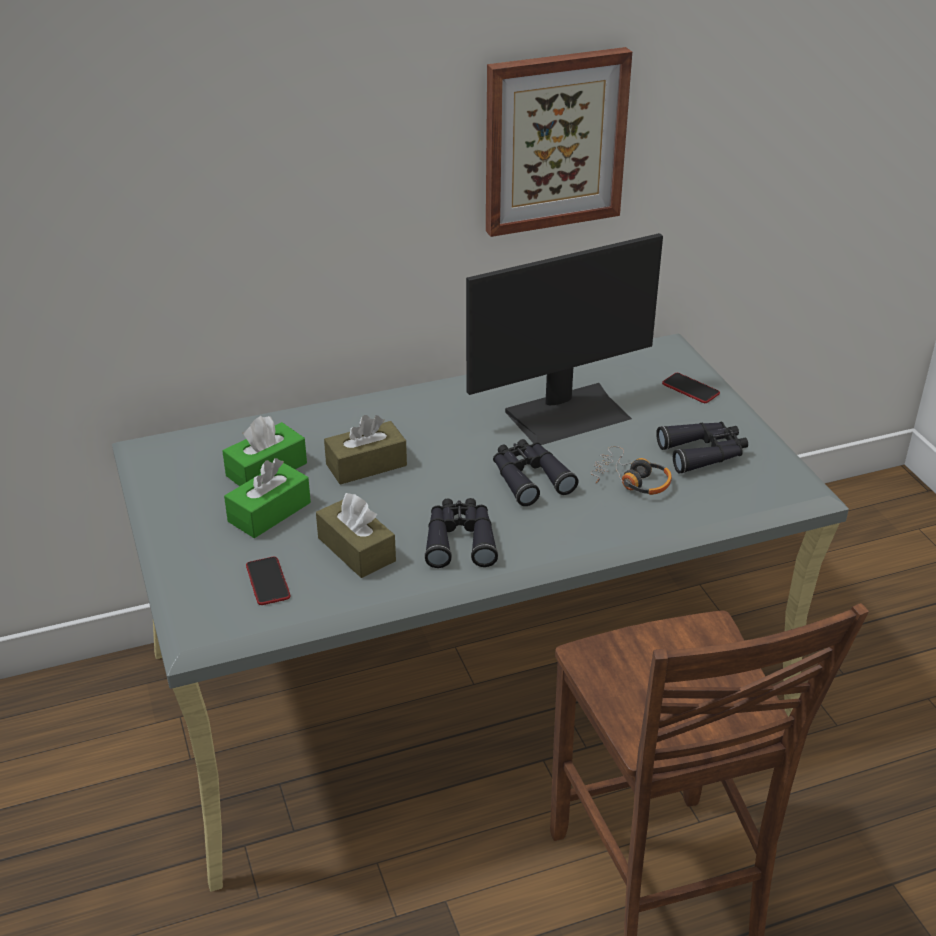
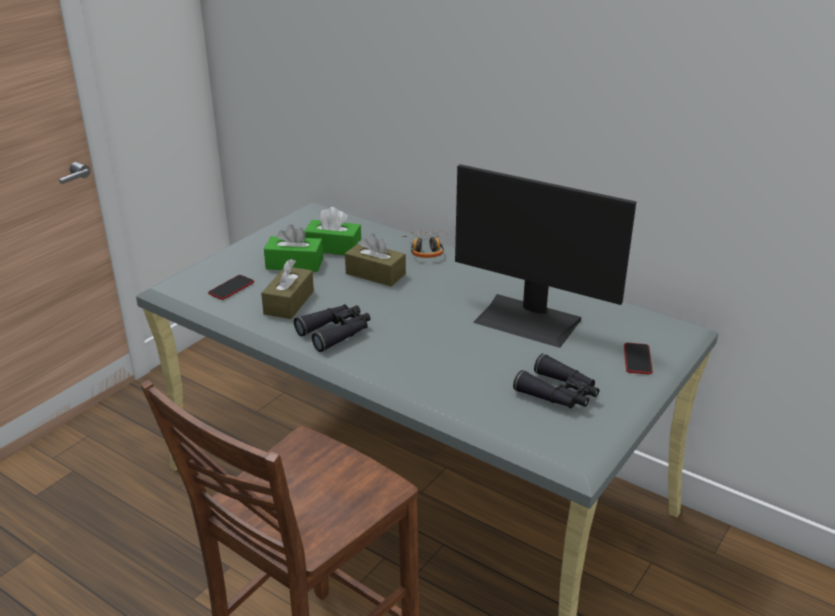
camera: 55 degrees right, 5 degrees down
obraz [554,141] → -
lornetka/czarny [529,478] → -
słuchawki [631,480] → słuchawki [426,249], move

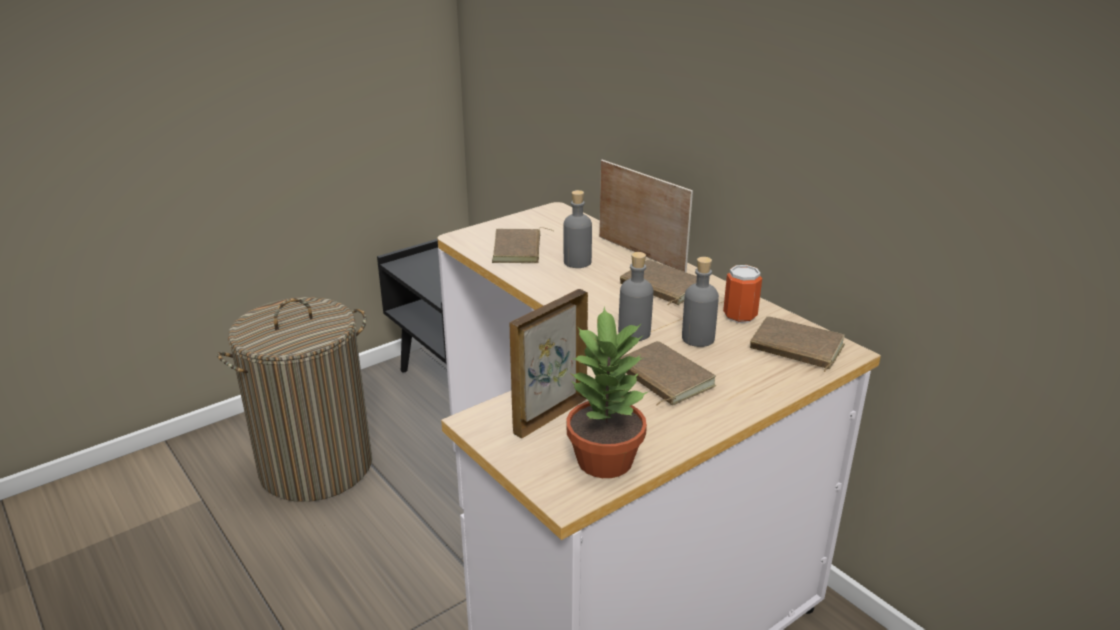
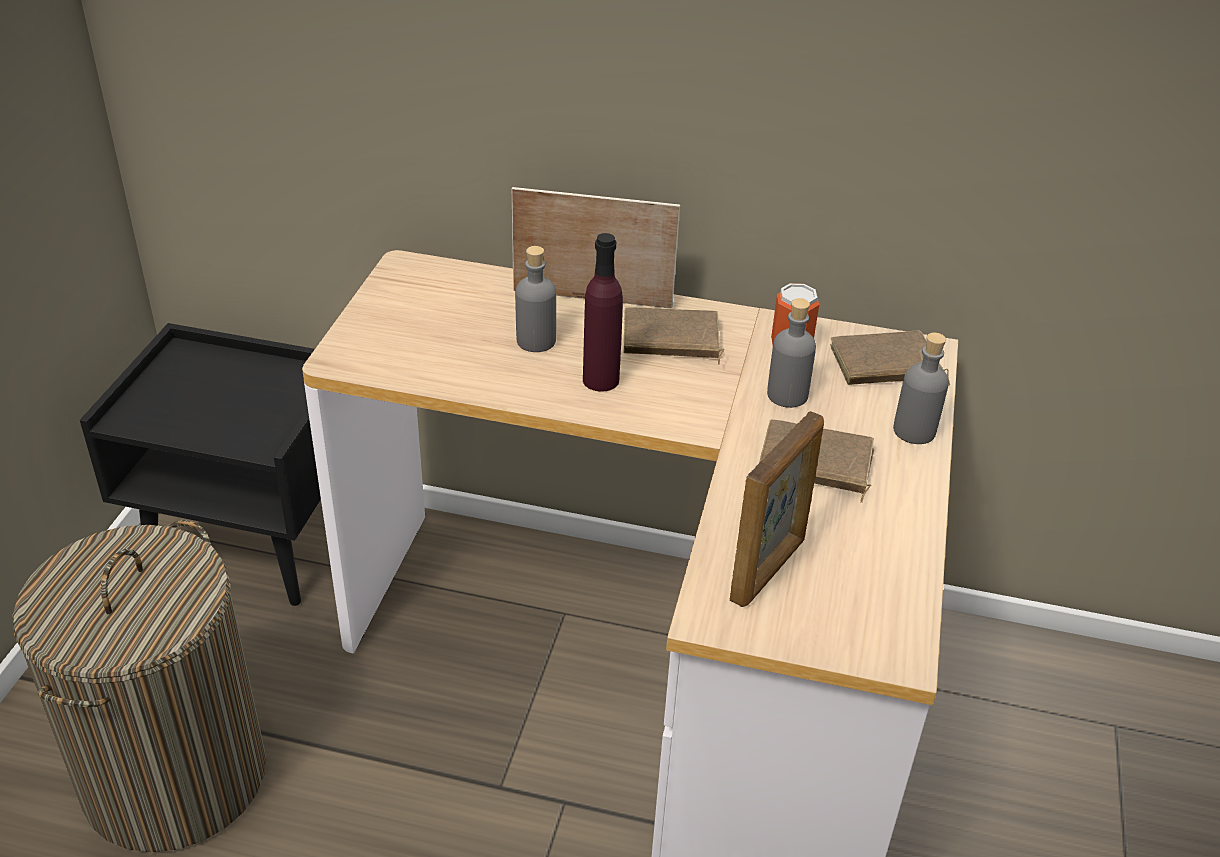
camera: 40 degrees left, 10 degrees up
książka/brązowy [519,250] → -
butelka/szary [634,333] → butelka/szary [914,431], move
ramka na zdjęcie [549,415] → ramka na zdjęcie [768,570], 150 degrees counterclockwise
roślina doniczkowa [606,460] → -
- → butelka/fioletowy [601,380]

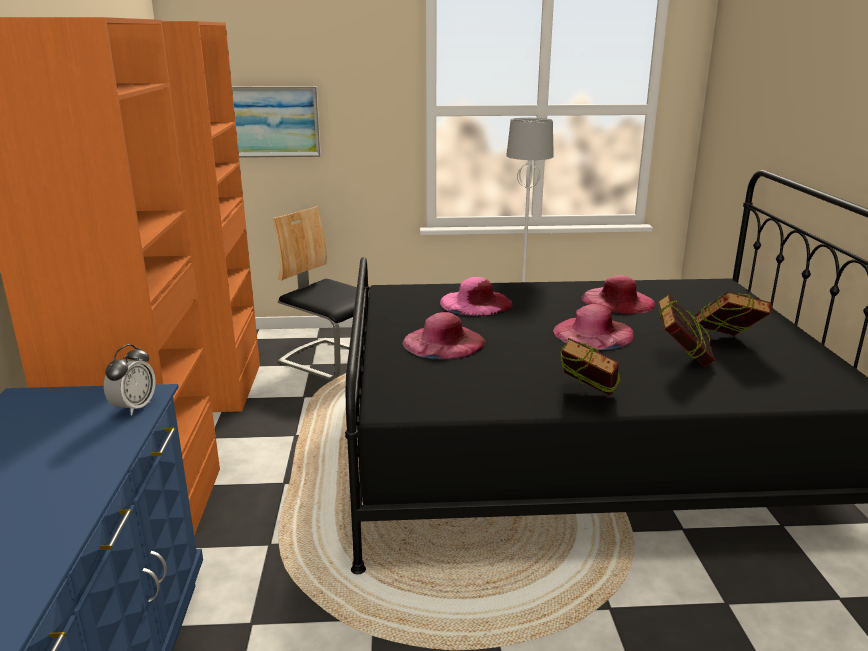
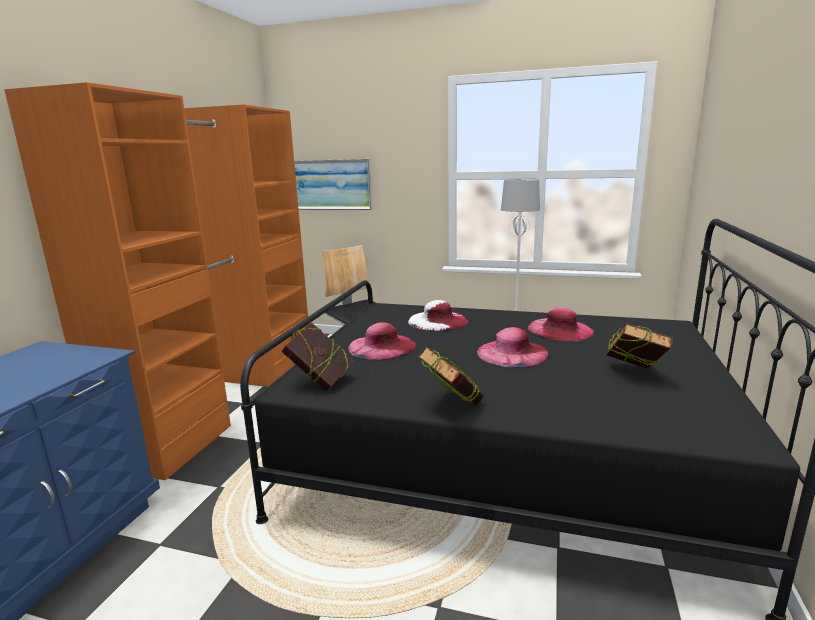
camera: 20 degrees right, 5 degrees down
kapelusz/różowy [476,303] → kapelusz/biały [437,321]
książka [681,359] → książka [320,382], move
budzik [134,407] → -

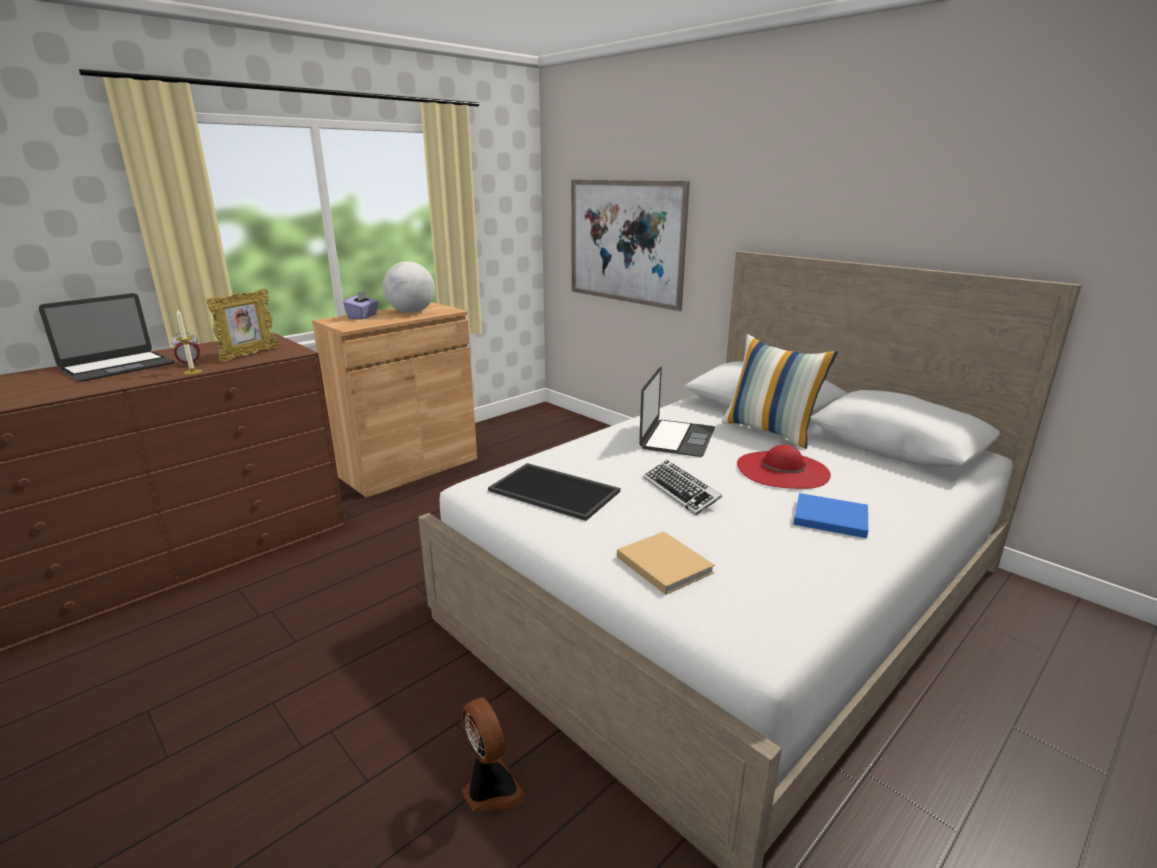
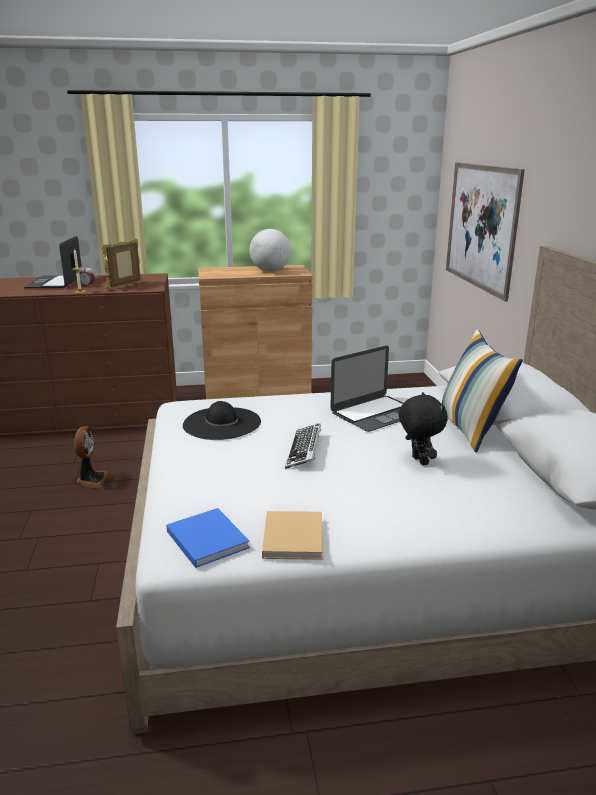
camera: 35 degrees right, 0 degrees up
ramka na zdjęcie [249,355] → ramka na zdjęcie [125,286], 150 degrees clockwise
pudełko chusteczek/fioletowy [363,316] → -
laptop [118,366] → laptop [54,282], 105 degrees clockwise
kapelusz/czerwony [782,470] → pluszak/czarny [418,461]
taca [556,491] → kapelusz/czarny [222,423]
książka/niebieski [828,517] → książka/niebieski [206,538], move
książka/beżowy [662,563] → książka/beżowy [293,536], move
wentylator [490,789] → wentylator [91,480], move

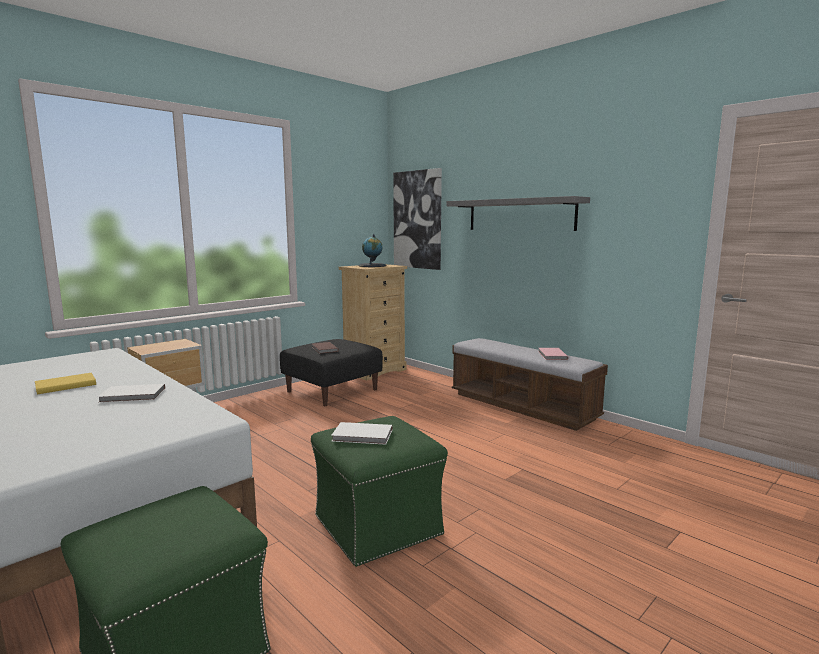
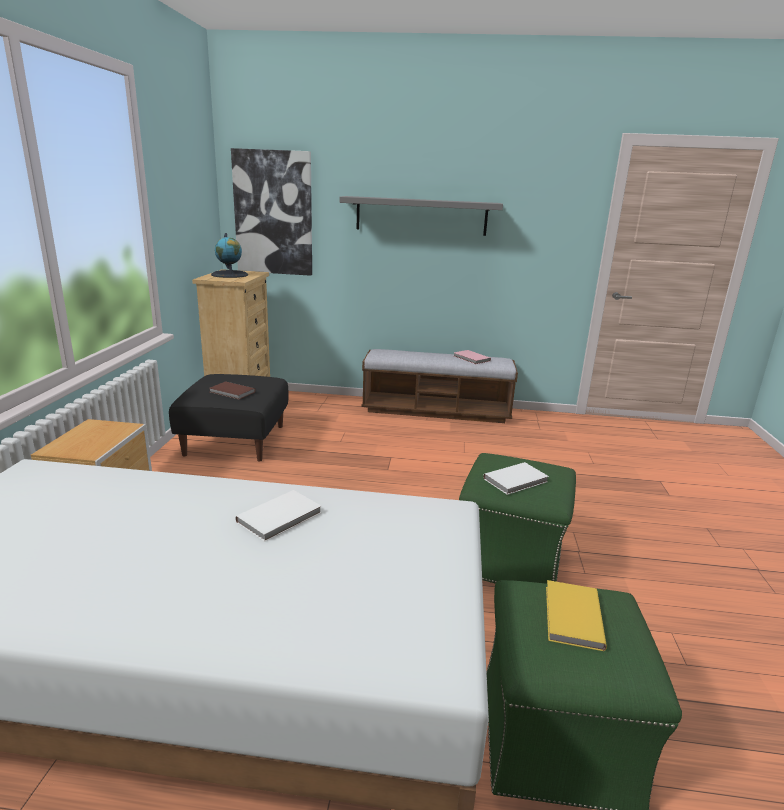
camera: 40 degrees left, 10 degrees up
książka/żółty [65,385] → książka/żółty [571,617], move

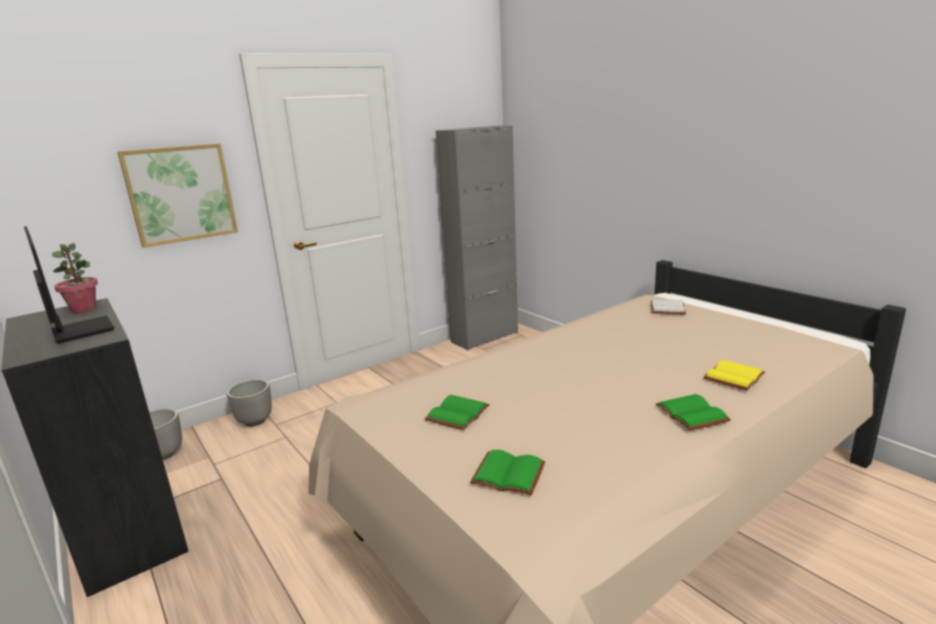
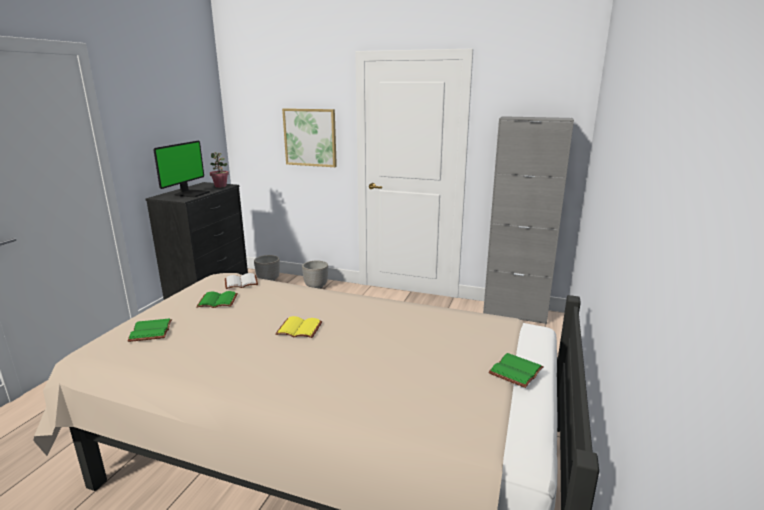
camera: 55 degrees right, 0 degrees up
książka/biały [666,308] → książka/biały [241,282], move
książka/żółty [732,376] → książka/żółty [300,328], move
książka/zielony [693,414] → książka/zielony [517,372], move

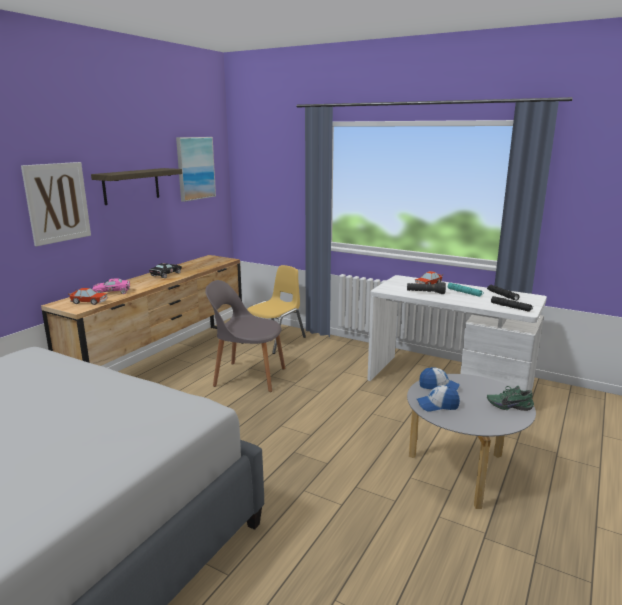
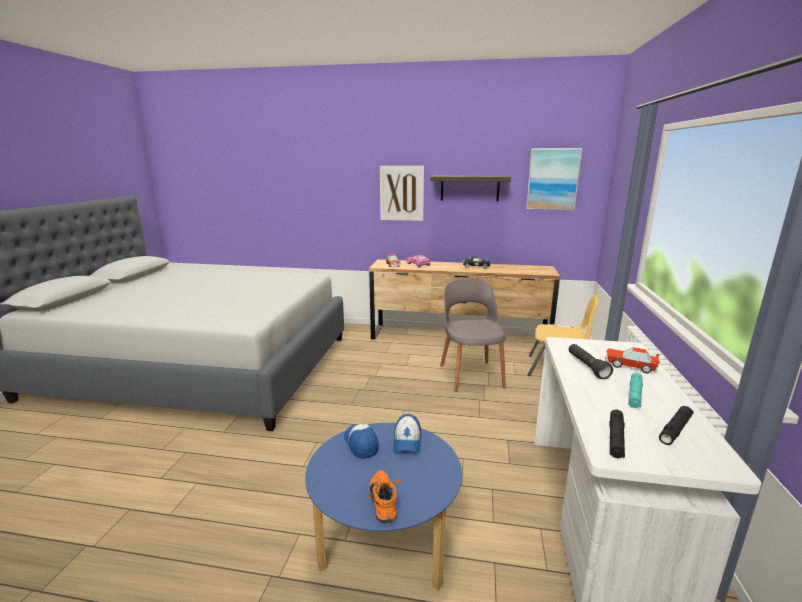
camera: 70 degrees right, 0 degrees up
ława/szary [461,471] → ława/niebieski [385,547]
but/zielony [509,406] → but/pomarańczowy [385,502]

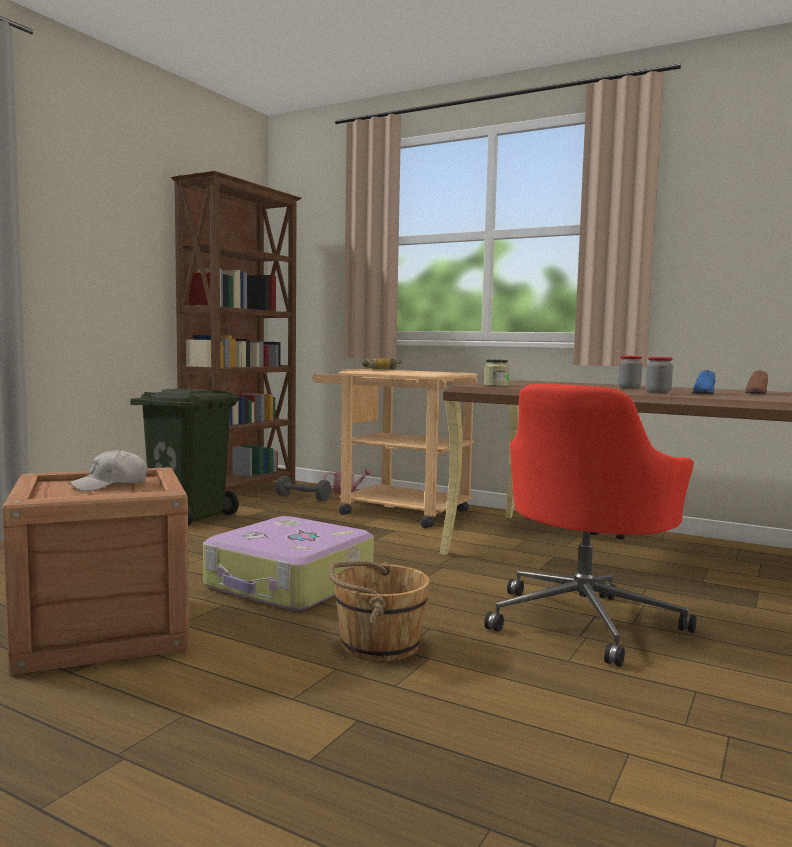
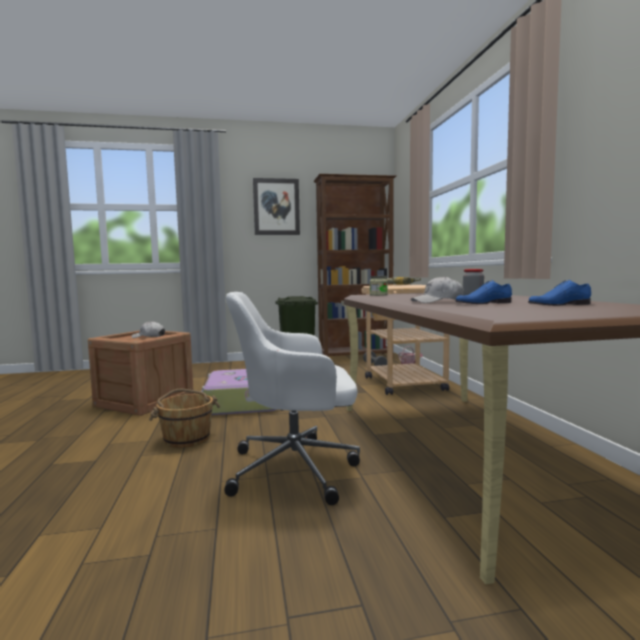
camera: 50 degrees right, 0 degrees up
słoik [658,392] → czapka z daszkiem/biały [437,301]
but/brązowy [756,393] → but/niebieski [558,304]
krzesło biurowe/czerwony [585,620] → krzesło biurowe/biały [297,468]
- → obraz [276,207]

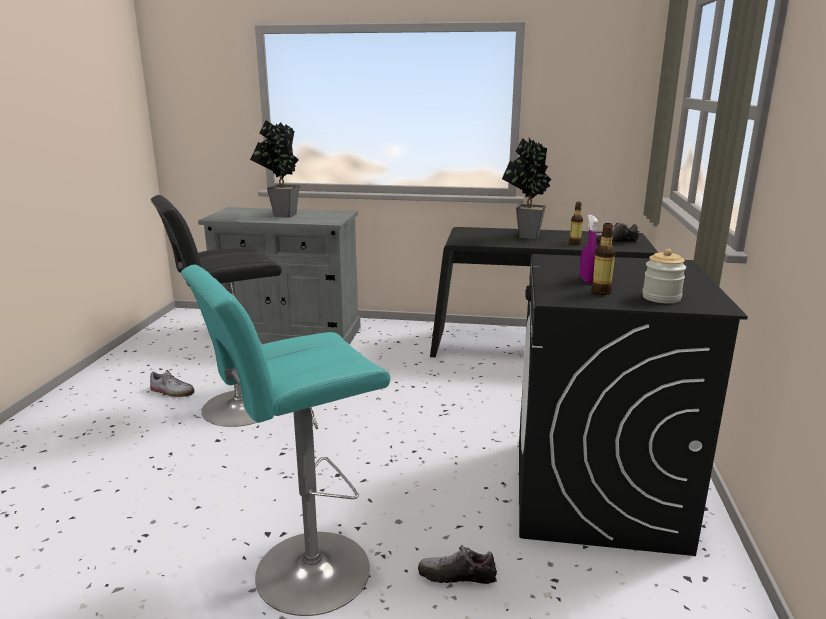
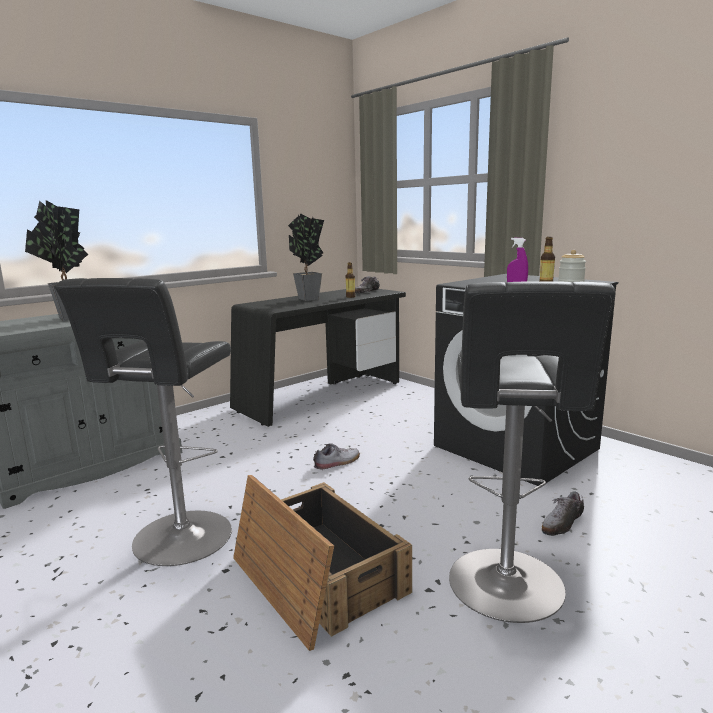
camera: 50 degrees left, 5 degrees down
stołek/turkusowy [304,574] → stołek/czarny [507,588]
but [172,391] → but [337,462], move
- → skrzynka [316,575]

